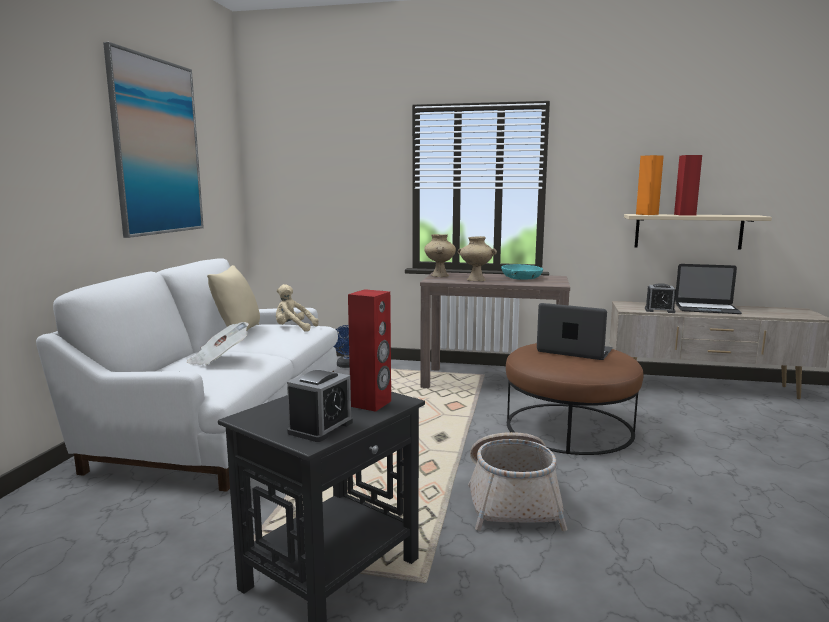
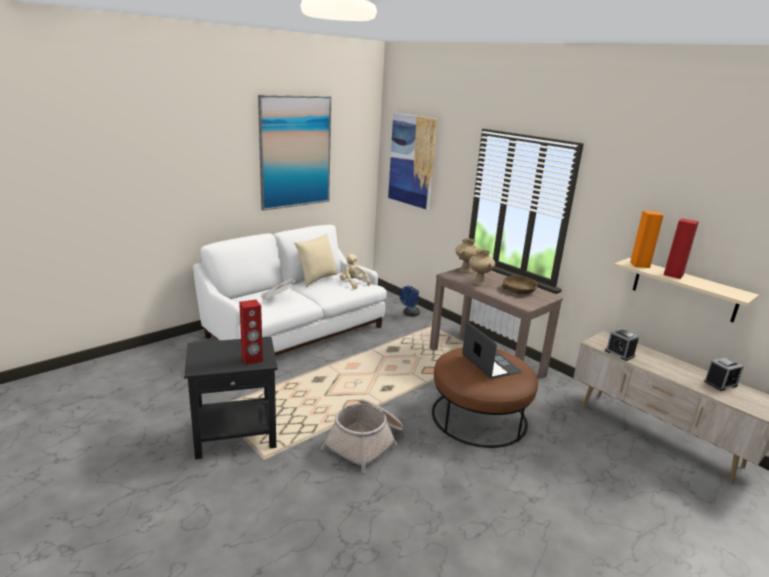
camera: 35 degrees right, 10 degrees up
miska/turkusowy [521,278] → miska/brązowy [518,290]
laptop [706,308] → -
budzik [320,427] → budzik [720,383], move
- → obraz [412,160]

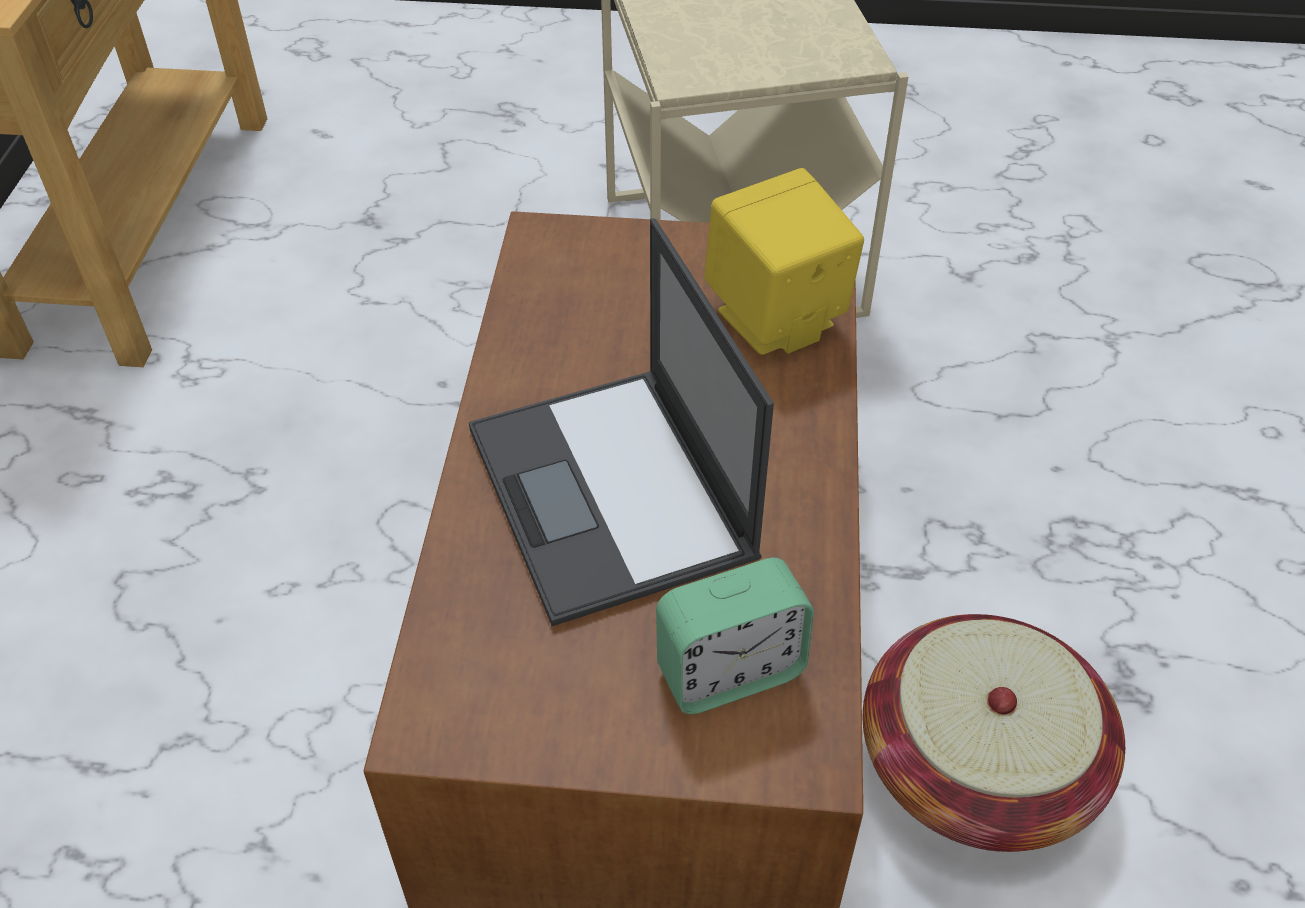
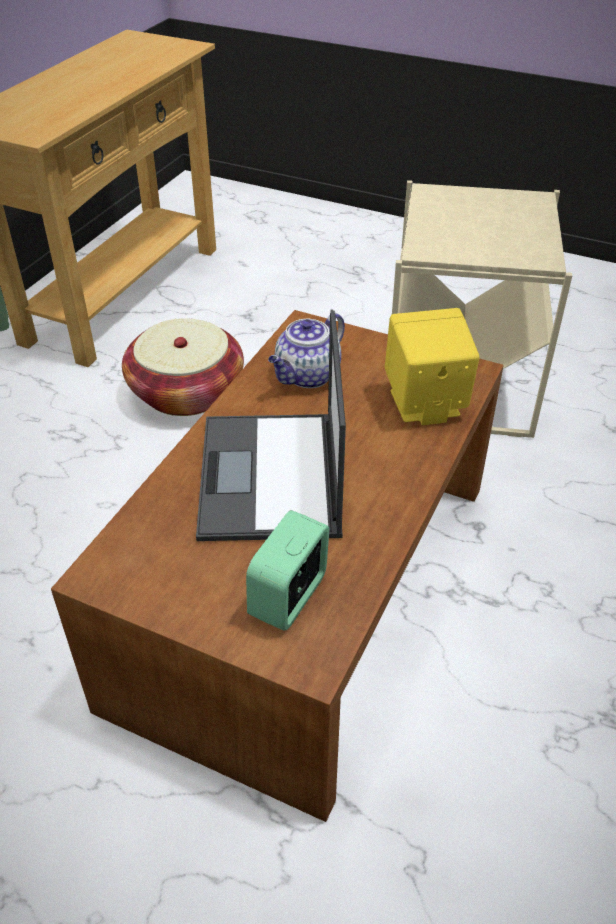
camera: 20 degrees right, 5 degrees down
budzik [730,672] → budzik [289,597], 120 degrees clockwise
koszyk [977,765] → koszyk [187,392], move
- → imbryk [307,376]

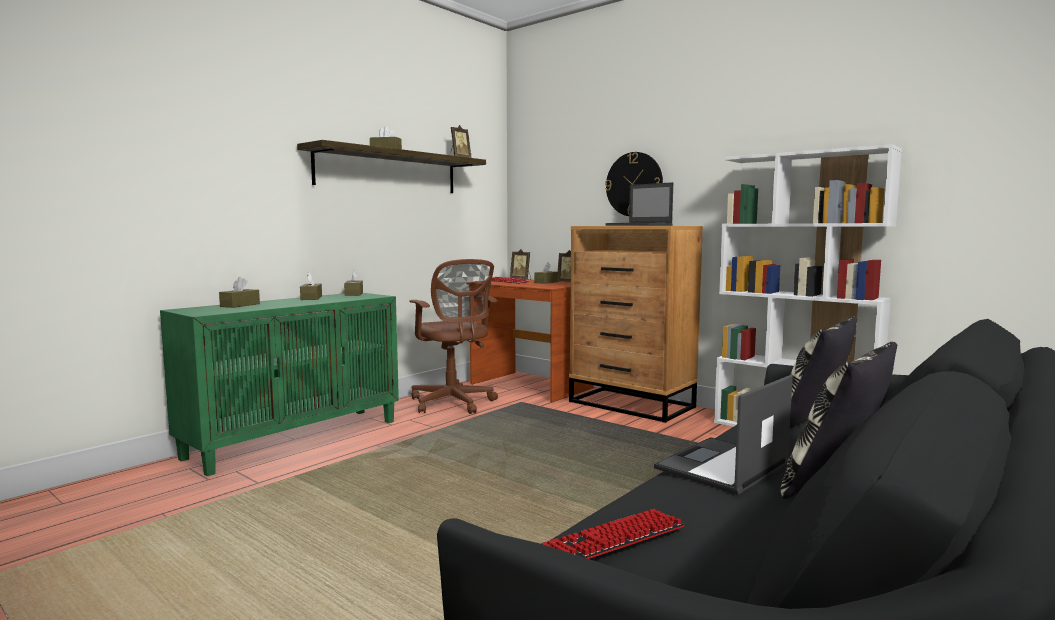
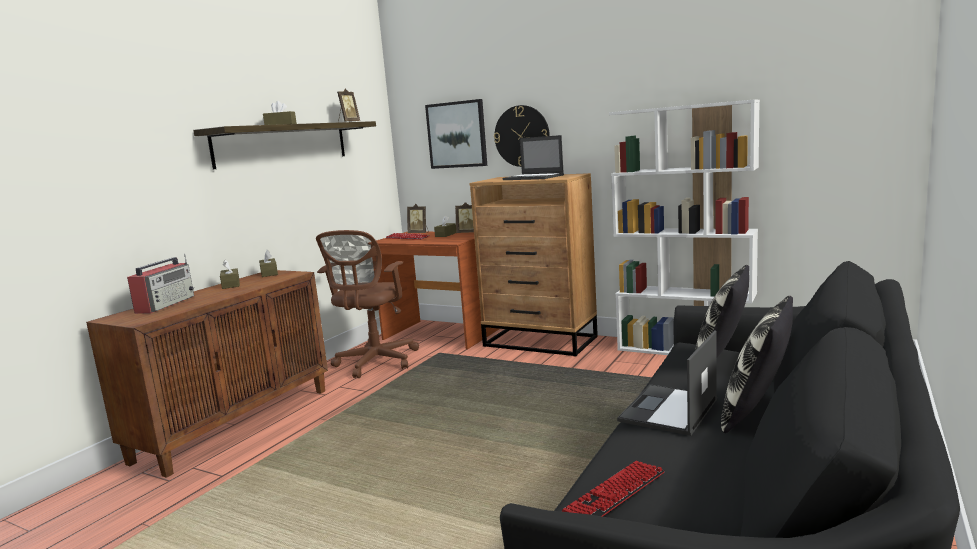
camera: 10 degrees left, 5 degrees up
krzesło biurowe/brązowy [453,403] → krzesło biurowe/brązowy [375,363], 60 degrees clockwise
pudełko chusteczek/brązowy [240,305] → radio [166,304]
szafka/zielony [296,438] → szafka/brązowy [236,423]
- → obraz [457,134]

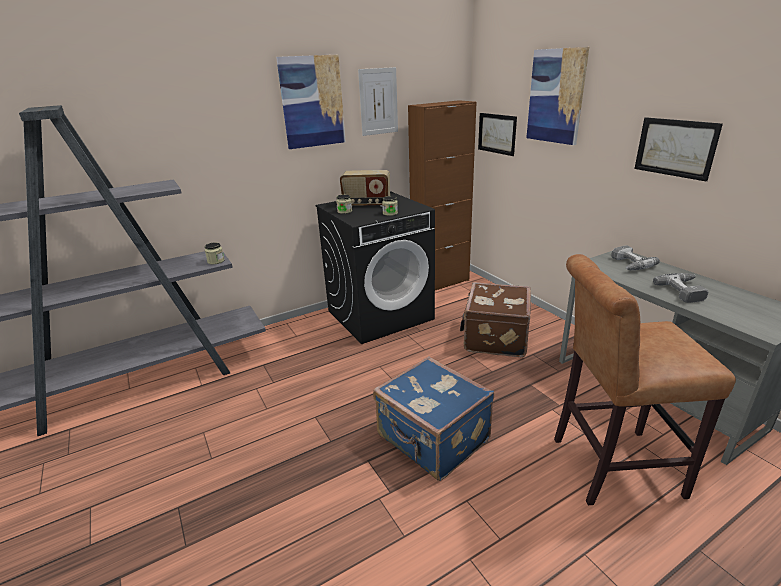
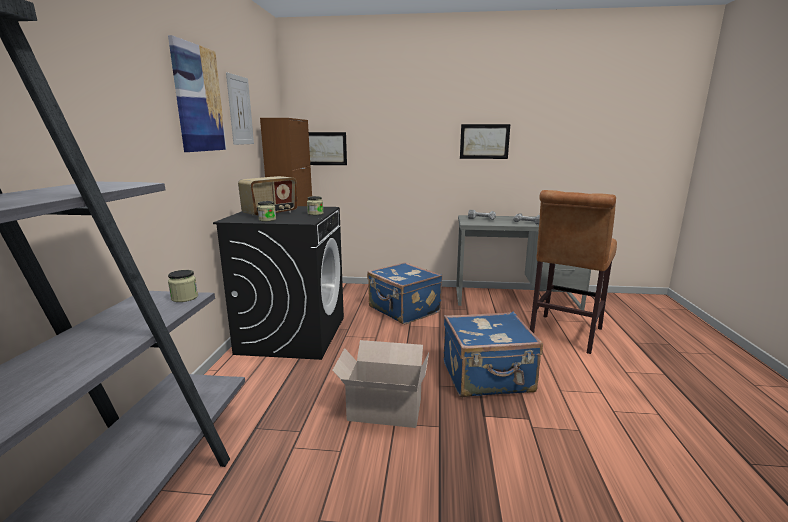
camera: 55 degrees left, 10 degrees down
obraz [556,96] → -
walizka/brązowy [494,338] → walizka/niebieski [403,310]
- → karton [383,409]

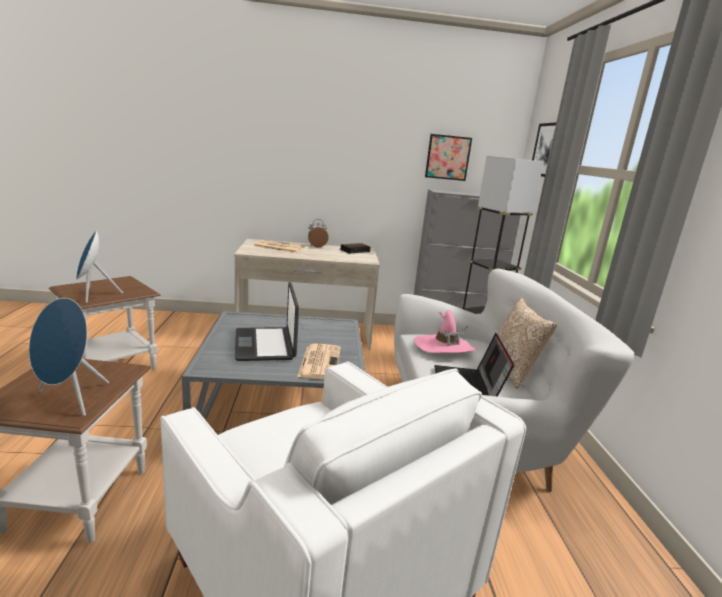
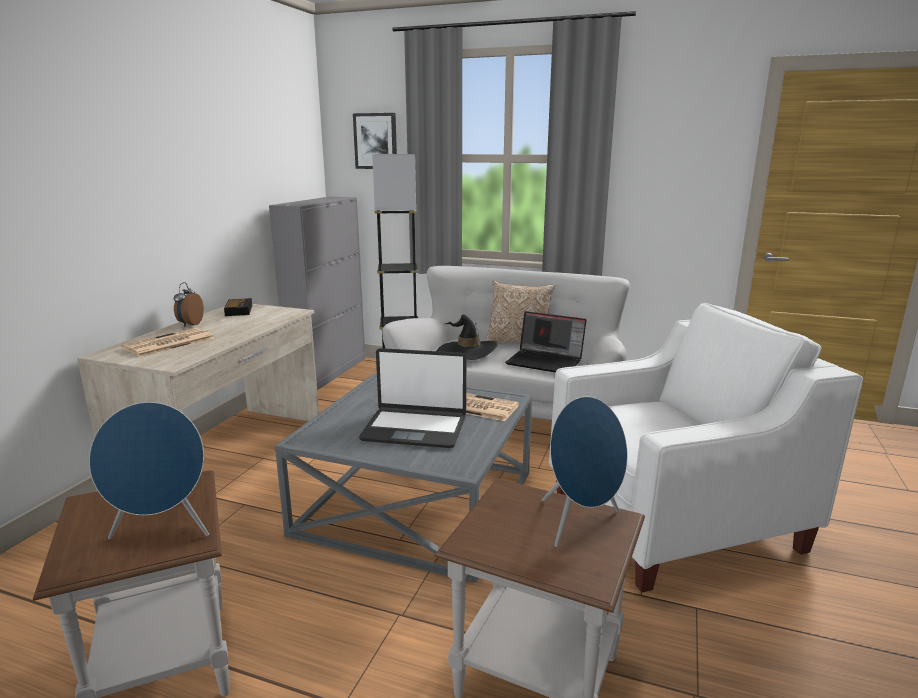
camera: 65 degrees left, 0 degrees up
obraz [448,157] → -
kapelusz/różowy [443,347] → kapelusz/czarny [466,353]

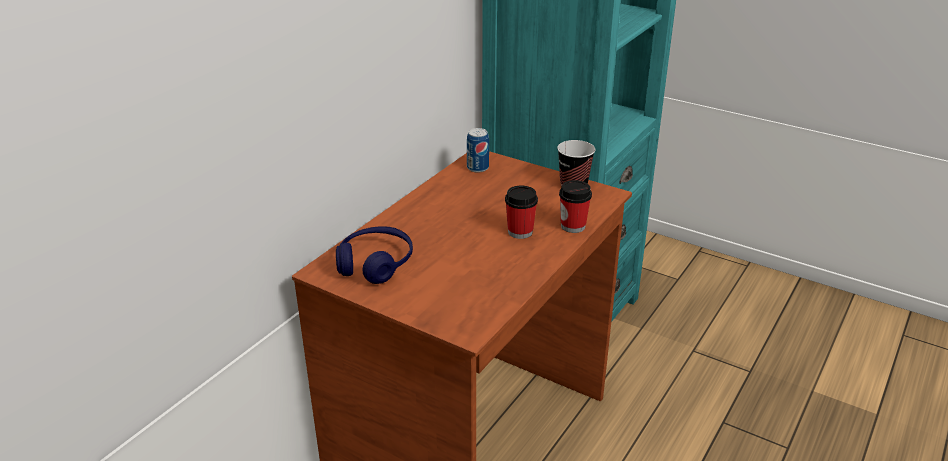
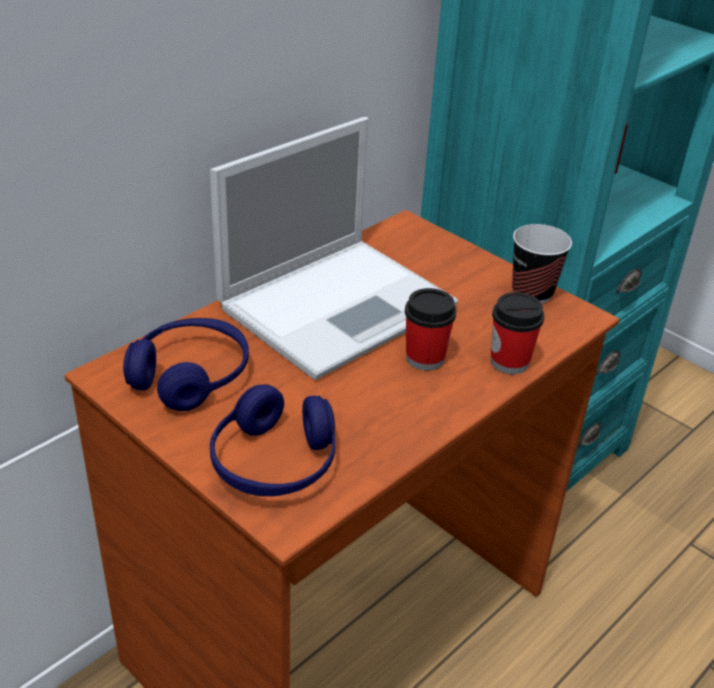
camera: 10 degrees right, 5 degrees up
puszka [477,168] → -
- → laptop [340,304]
- → słuchawki/niebieski [274,462]

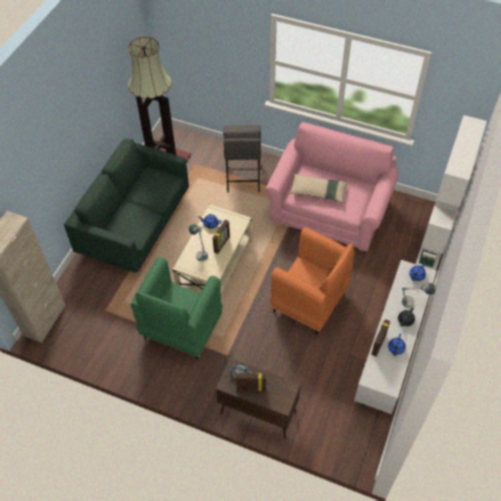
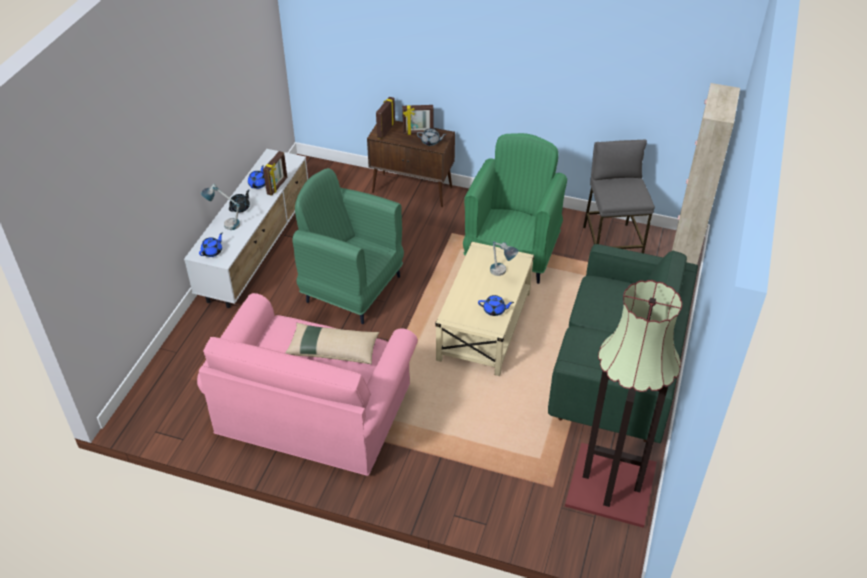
camera: 175 degrees right, 10 degrees down
regał/biały [434,242] → -
stołek/szary [243,177] → stołek/szary [611,244], move
ramka na zdjęcie [222,244] → ramka na zdjęcie [385,130], move
fotel/pomarańczowy [310,302] → fotel/zielony [352,288]

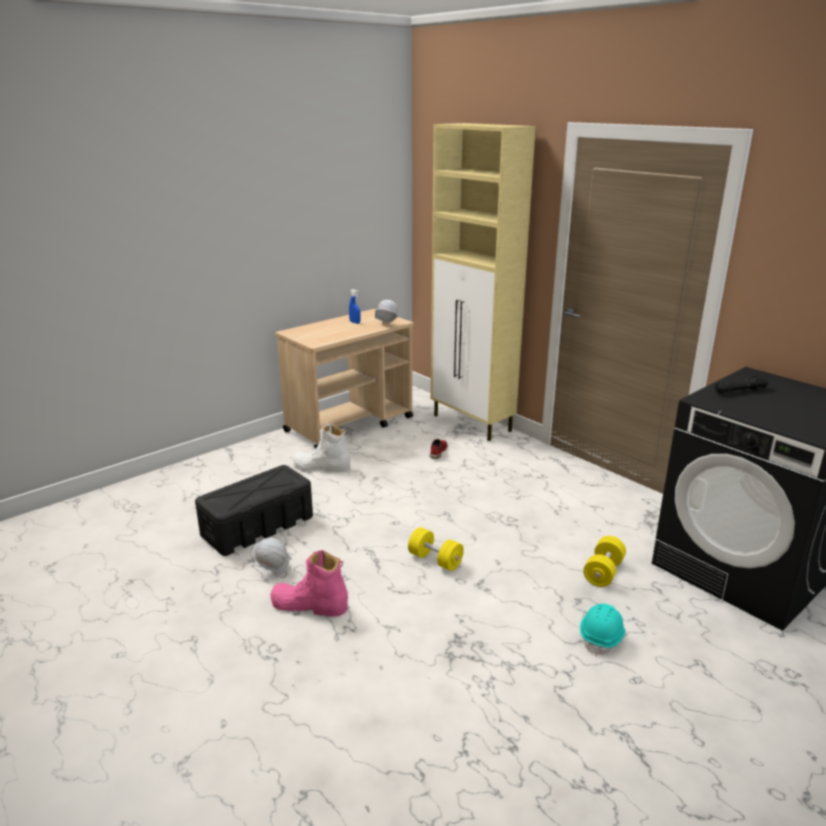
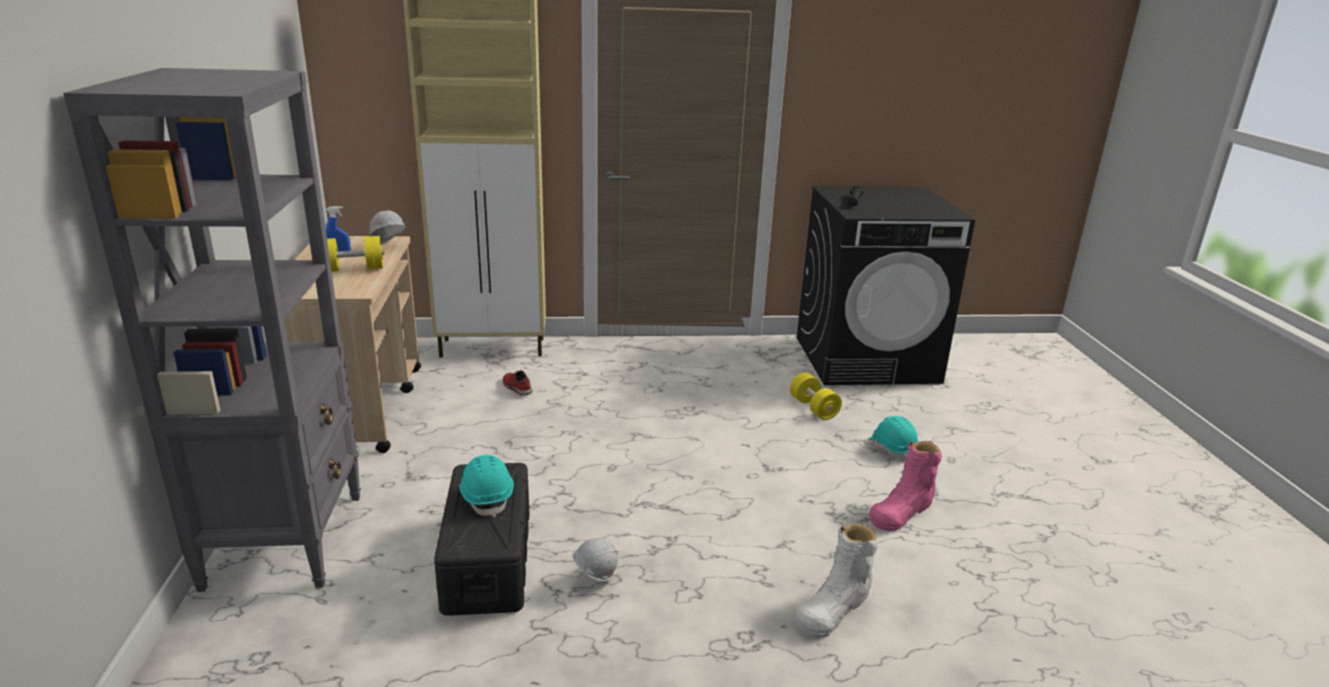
camera: 55 degrees left, 0 degrees up
but z cholewką/biały [321,467] → but z cholewką/biały [833,608], move
hantel/żółty [435,560] → hantel/żółty [353,269], move
but z cholewką/różowy [309,605] → but z cholewką/różowy [902,511], move
- → regał/szary [286,539]
- → kask/turkusowy [487,497]

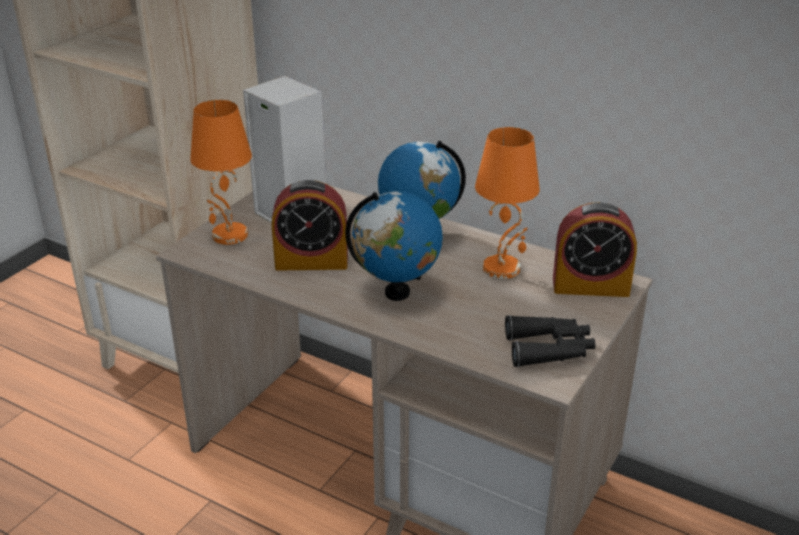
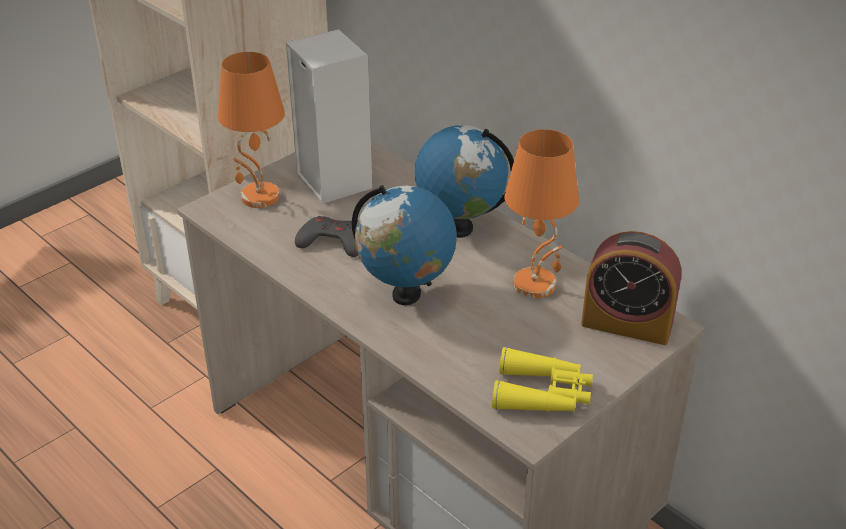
camera: 15 degrees right, 5 degrees up
budzik [311,261] → pad do gier/szary [332,242]
lornetka/czarny [549,349] → lornetka/żółty [543,394]

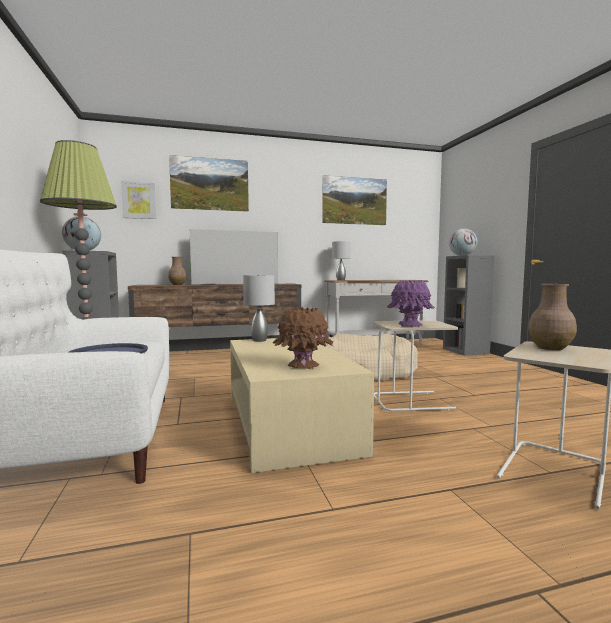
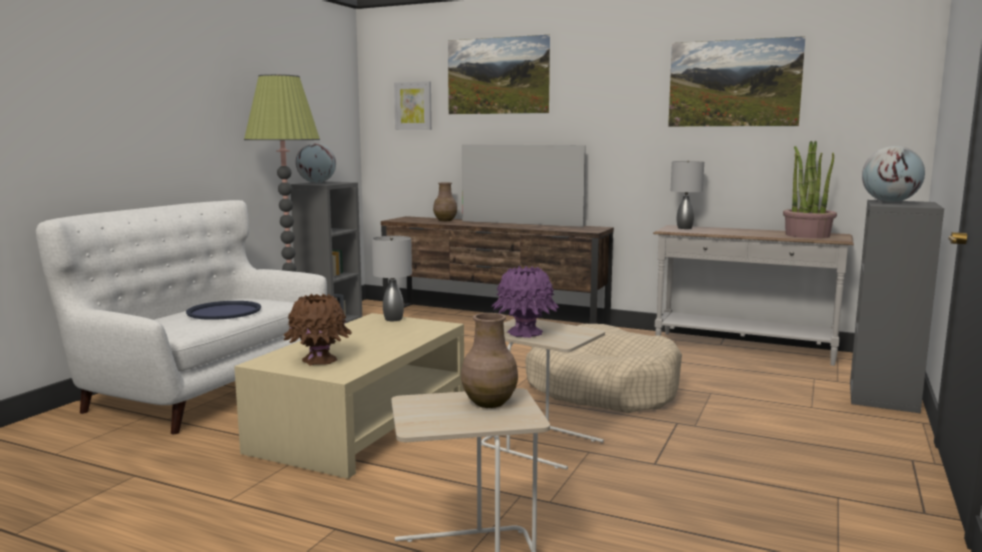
camera: 40 degrees right, 5 degrees up
- → roślina doniczkowa [807,235]

